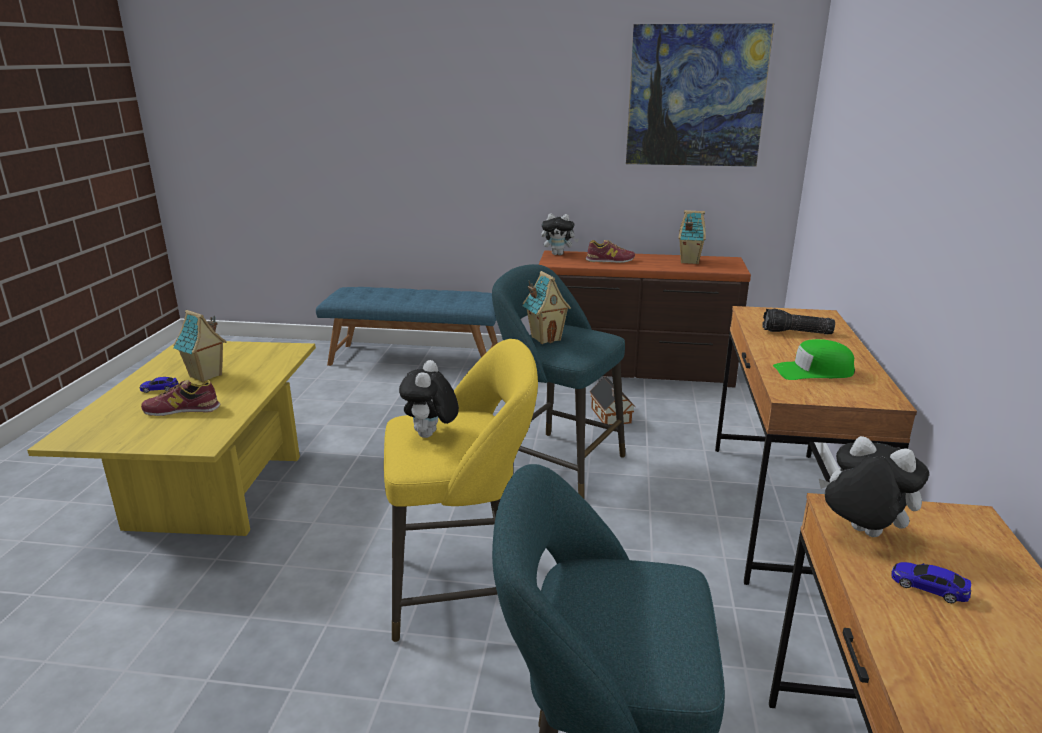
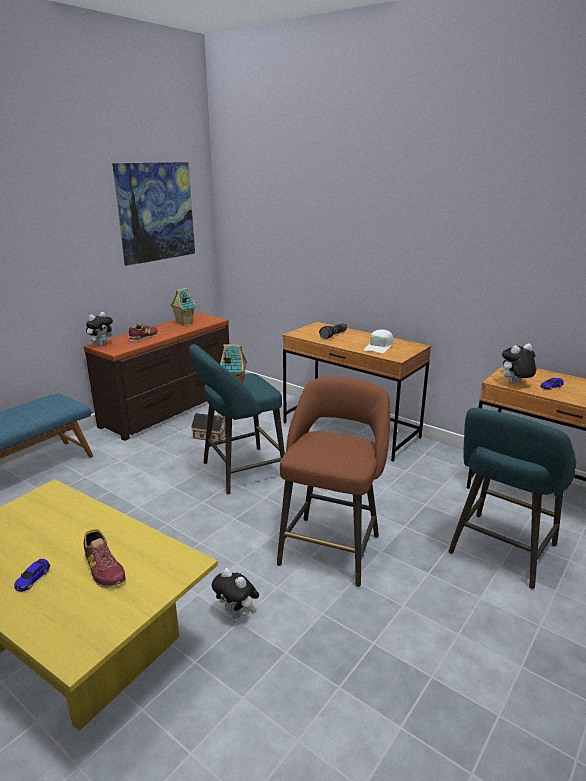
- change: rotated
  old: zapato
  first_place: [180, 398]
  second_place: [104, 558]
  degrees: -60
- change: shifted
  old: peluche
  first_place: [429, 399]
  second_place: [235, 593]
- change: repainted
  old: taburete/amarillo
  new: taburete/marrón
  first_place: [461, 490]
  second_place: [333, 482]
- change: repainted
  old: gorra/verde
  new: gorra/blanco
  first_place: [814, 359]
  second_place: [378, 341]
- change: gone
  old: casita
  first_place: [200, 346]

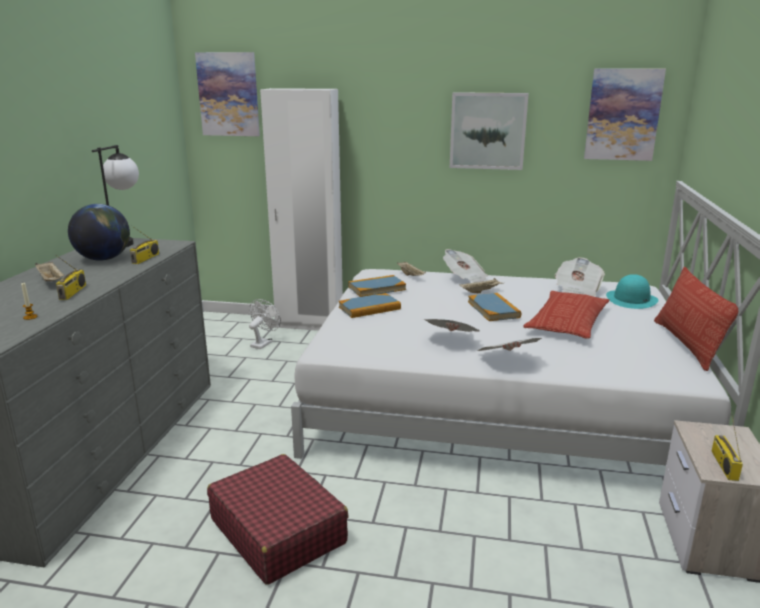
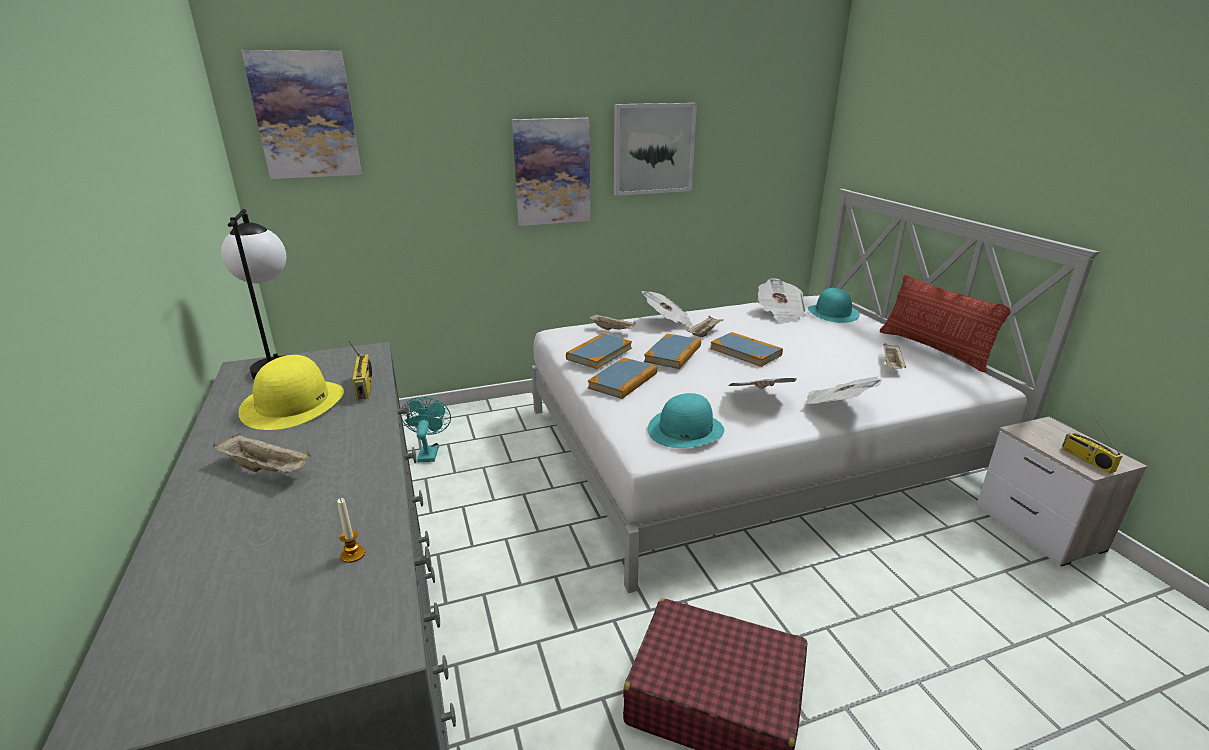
- change: swapped
  old: globo terráqueo
  new: sombrero/amarillo
  first_place: [99, 232]
  second_place: [291, 392]
- change: repainted
  old: ventilador/blanco
  new: ventilador/turquesa
  first_place: [265, 324]
  second_place: [426, 429]
- change: shifted
  old: cuadro
  first_place: [625, 114]
  second_place: [551, 172]
- change: new
  new: libro
  second_place: [672, 351]
- change: new
  new: sombrero/turquesa
  second_place: [686, 420]
- change: new
  new: bandeja/beis
  second_place: [894, 356]
- change: gone
  old: radio
  first_place: [70, 277]
- change: gone
  old: armario ropero/blanco
  first_place: [301, 209]
- change: gone
  old: cojín
  first_place: [567, 315]

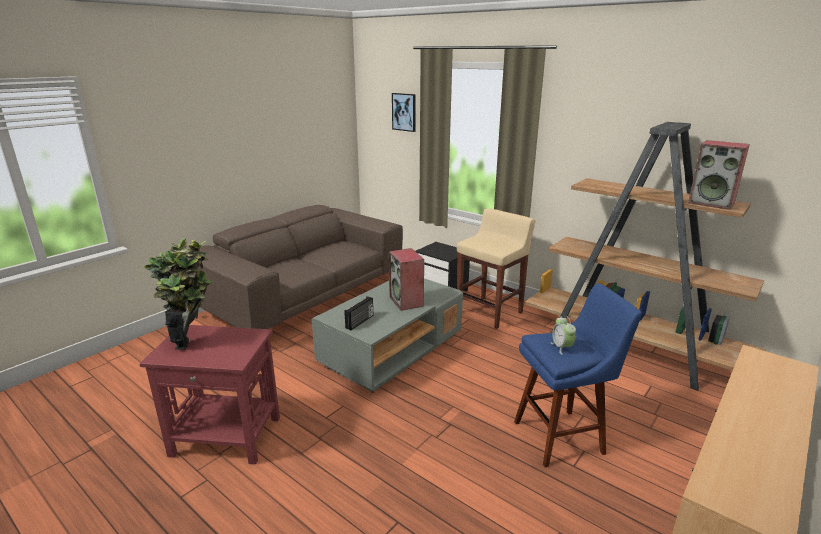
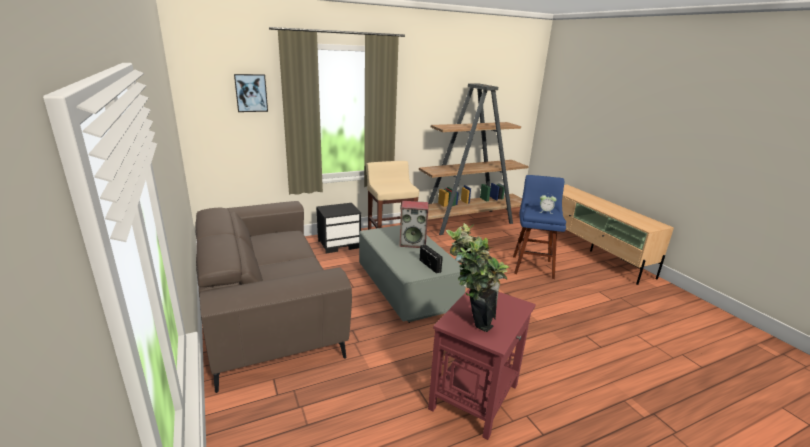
- change: gone
  old: altavoz
  first_place: [719, 175]

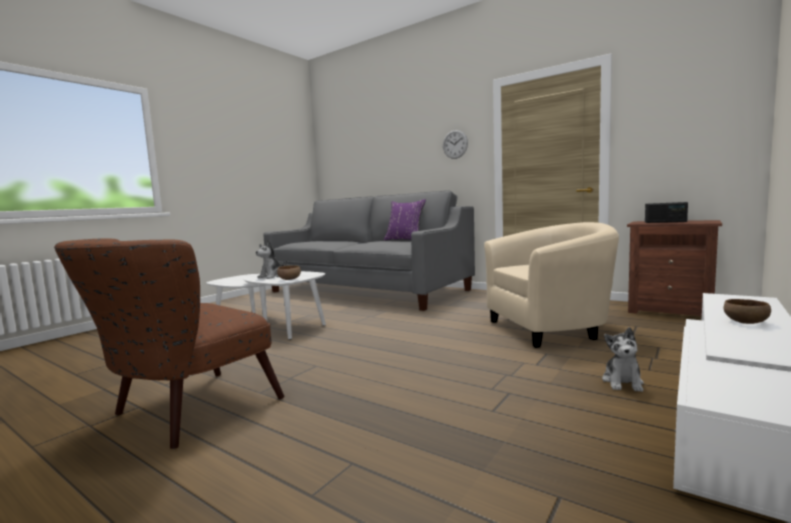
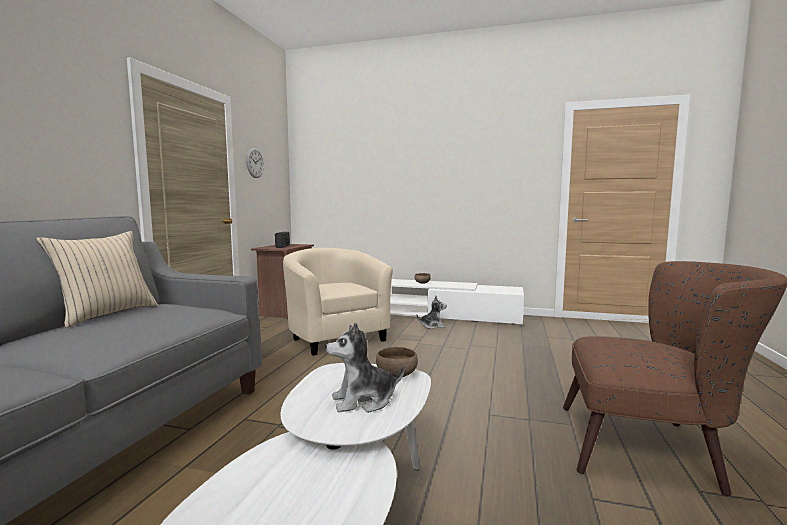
- change: repainted
  old: cojín/morado
  new: cojín/beis
  first_place: [405, 220]
  second_place: [97, 279]
- change: shifted
  old: reloj de pared
  first_place: [455, 144]
  second_place: [255, 163]
- change: rotated
  old: peluche
  first_place: [271, 259]
  second_place: [365, 367]
  degrees: 150

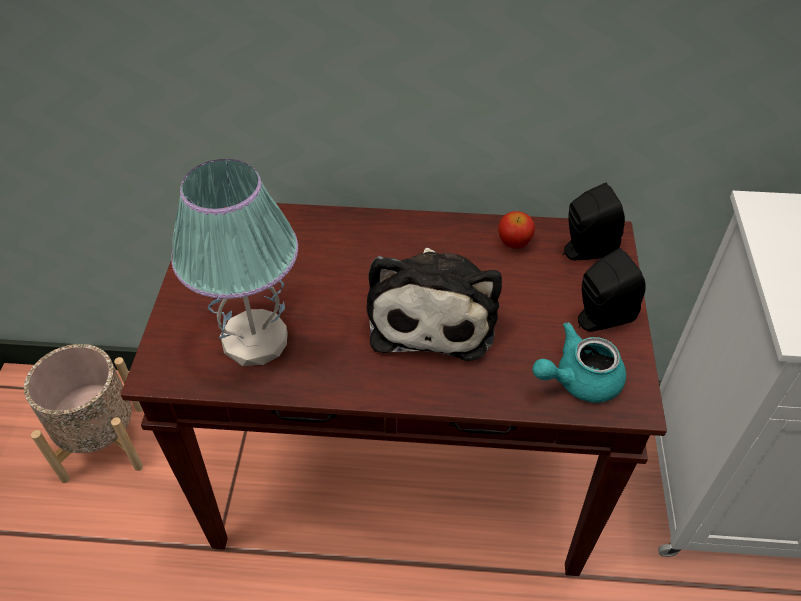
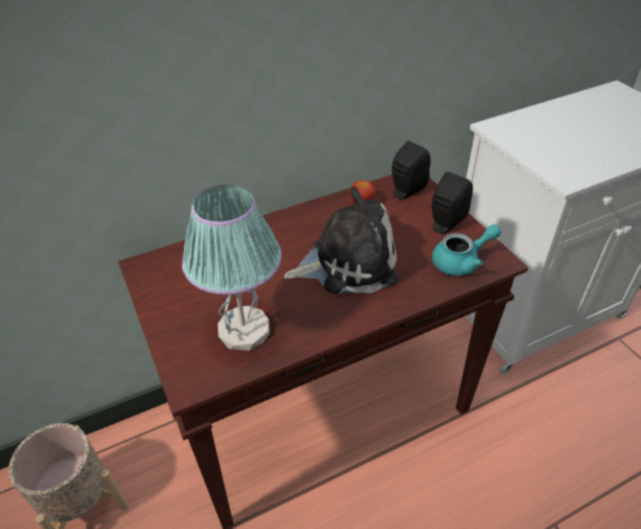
- change: rotated
  old: peluche
  first_place: [434, 304]
  second_place: [341, 240]
  degrees: -75
- change: rotated
  old: tetera/turquesa
  first_place: [579, 362]
  second_place: [466, 250]
  degrees: -150

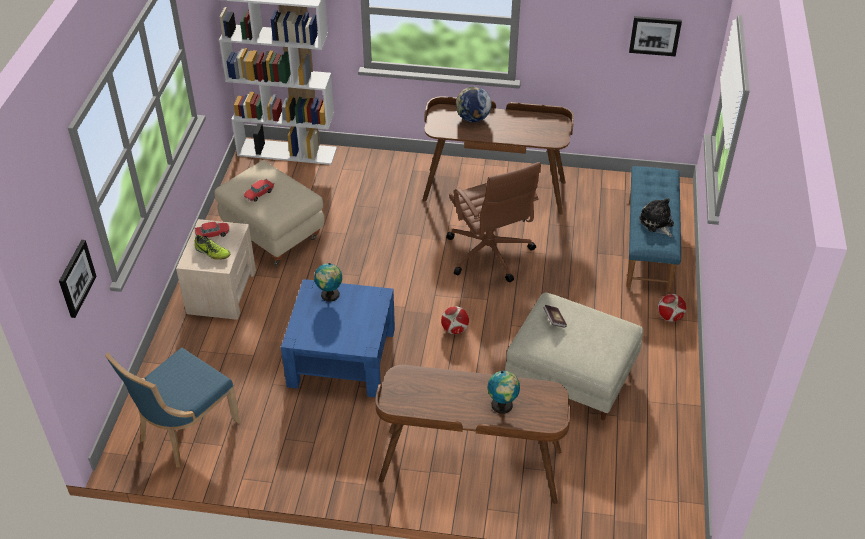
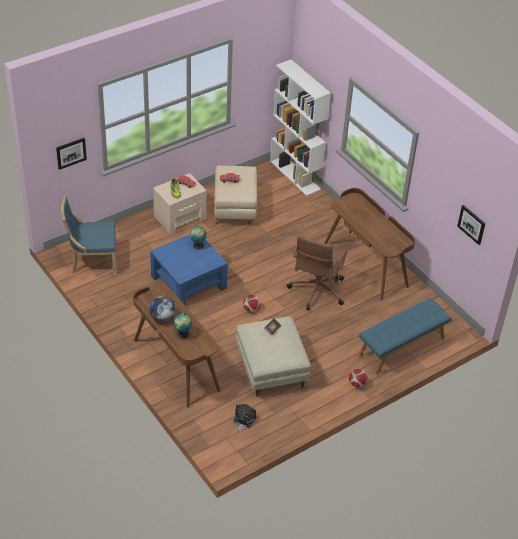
- change: shifted
  old: globo terráqueo
  first_place: [474, 104]
  second_place: [162, 309]
- change: shifted
  old: peluche
  first_place: [656, 217]
  second_place: [245, 418]

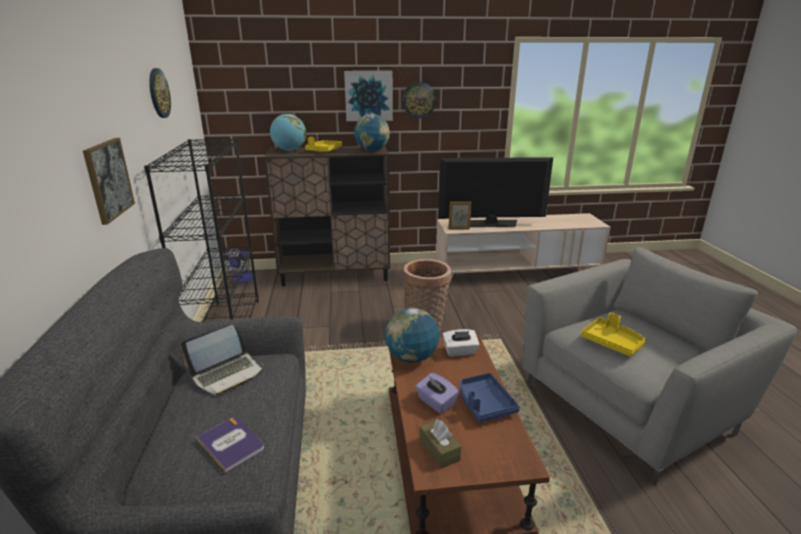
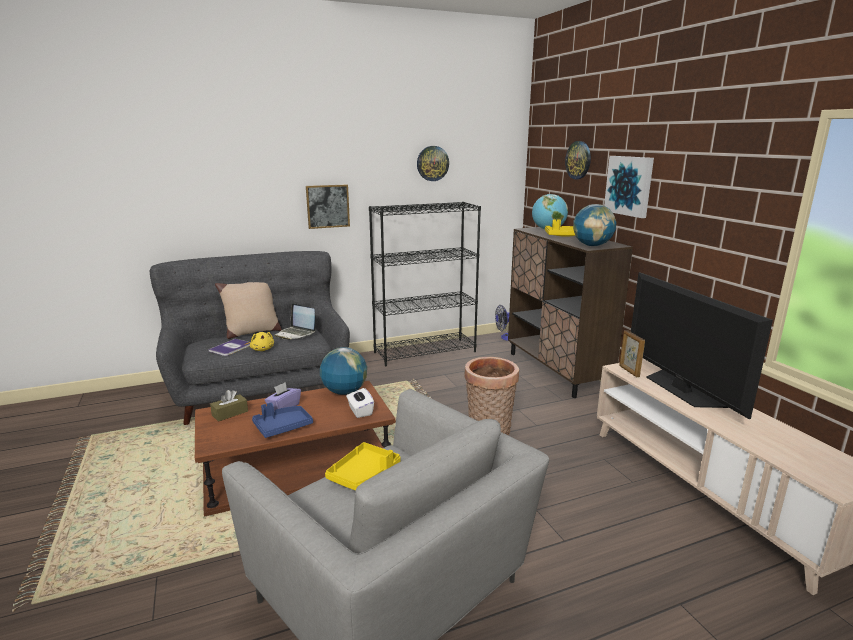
- change: new
  new: cojín/beis
  second_place: [248, 310]
- change: new
  new: peluche/amarillo
  second_place: [262, 341]
- change: shifted
  old: reloj de pared
  first_place: [419, 100]
  second_place: [578, 160]

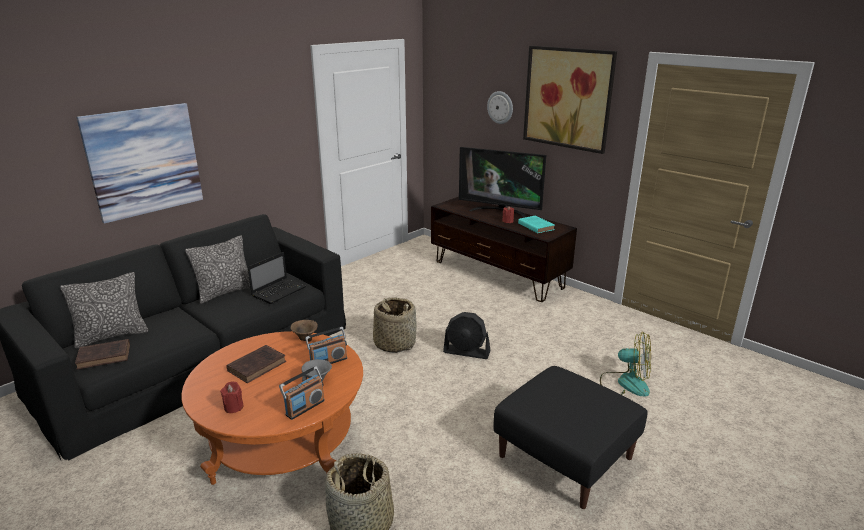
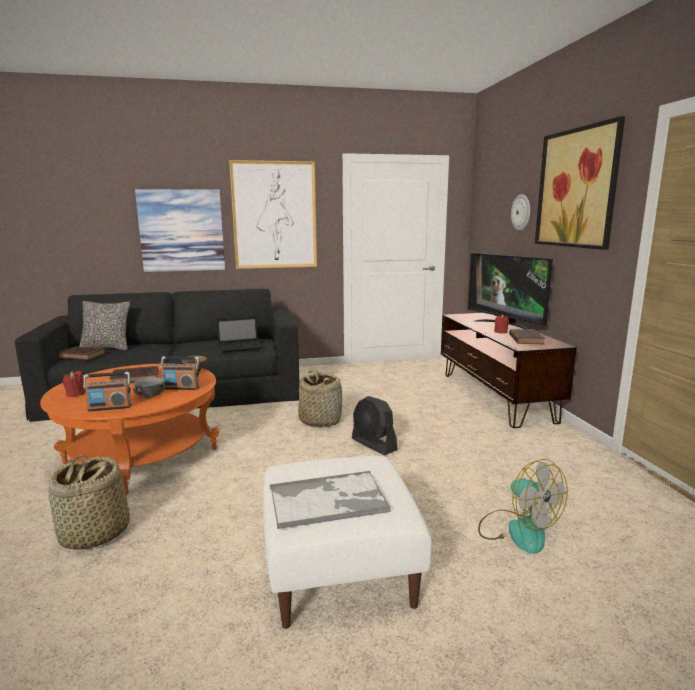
- change: new
  new: cuadro
  second_place: [273, 214]
- change: repainted
  old: puf/negro
  new: puf/blanco
  first_place: [570, 437]
  second_place: [347, 542]
- change: new
  new: bandeja
  second_place: [330, 500]
- change: repainted
  old: libro/turquesa
  new: libro/marrón
  first_place: [536, 224]
  second_place: [527, 336]
- change: gone
  old: cojín
  first_place: [218, 269]

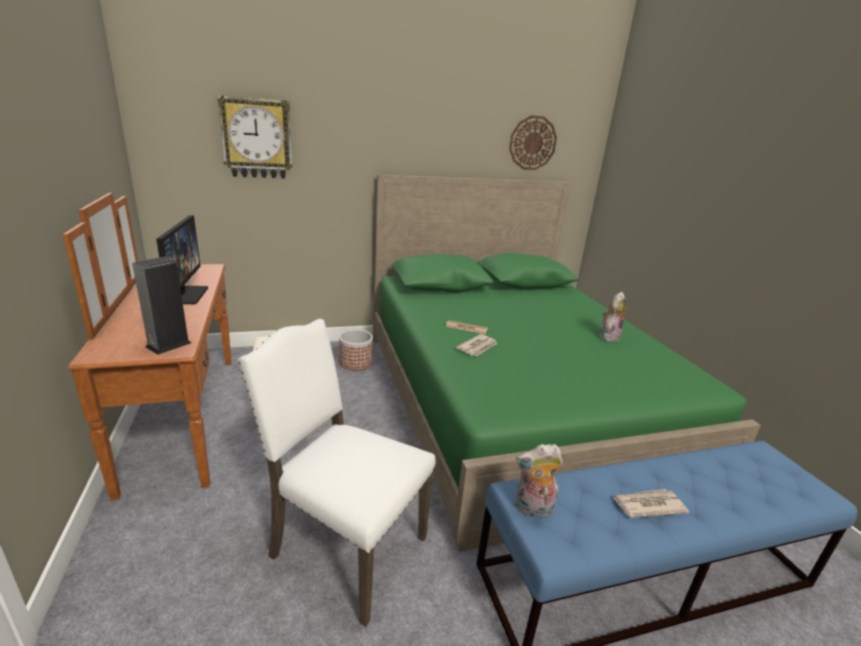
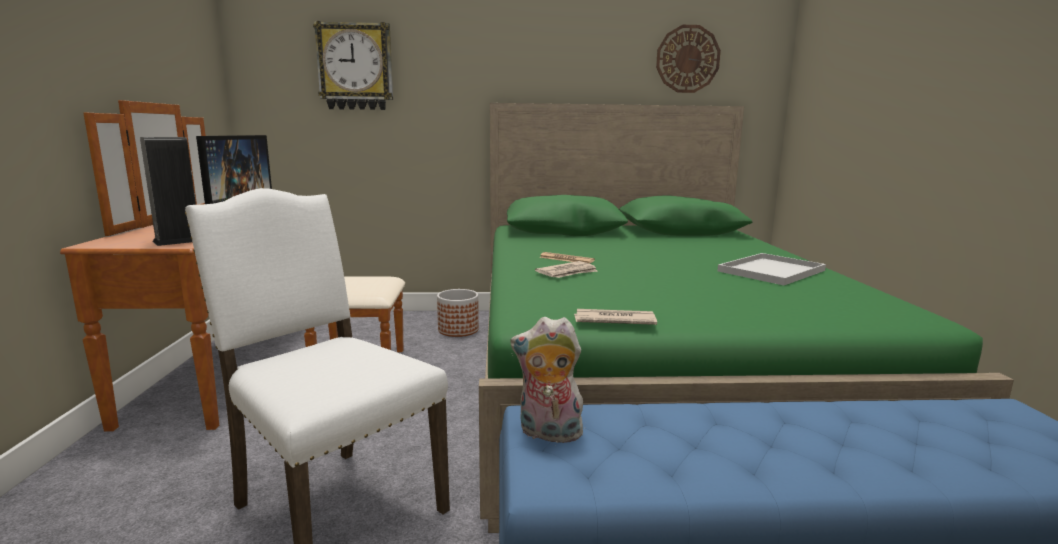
- change: shifted
  old: periódico
  first_place: [651, 503]
  second_place: [615, 317]
- change: swapped
  old: peluche
  new: bandeja/blanco
  first_place: [614, 317]
  second_place: [771, 269]

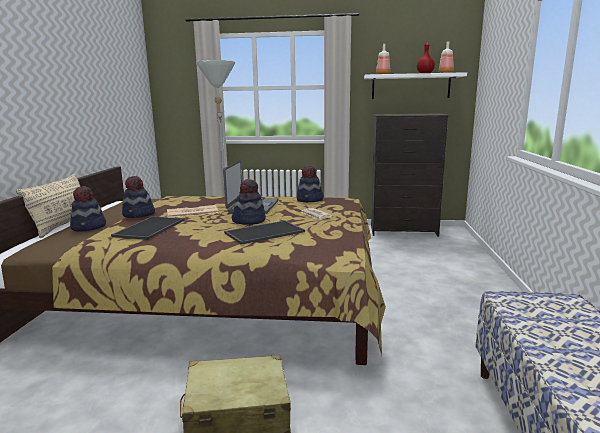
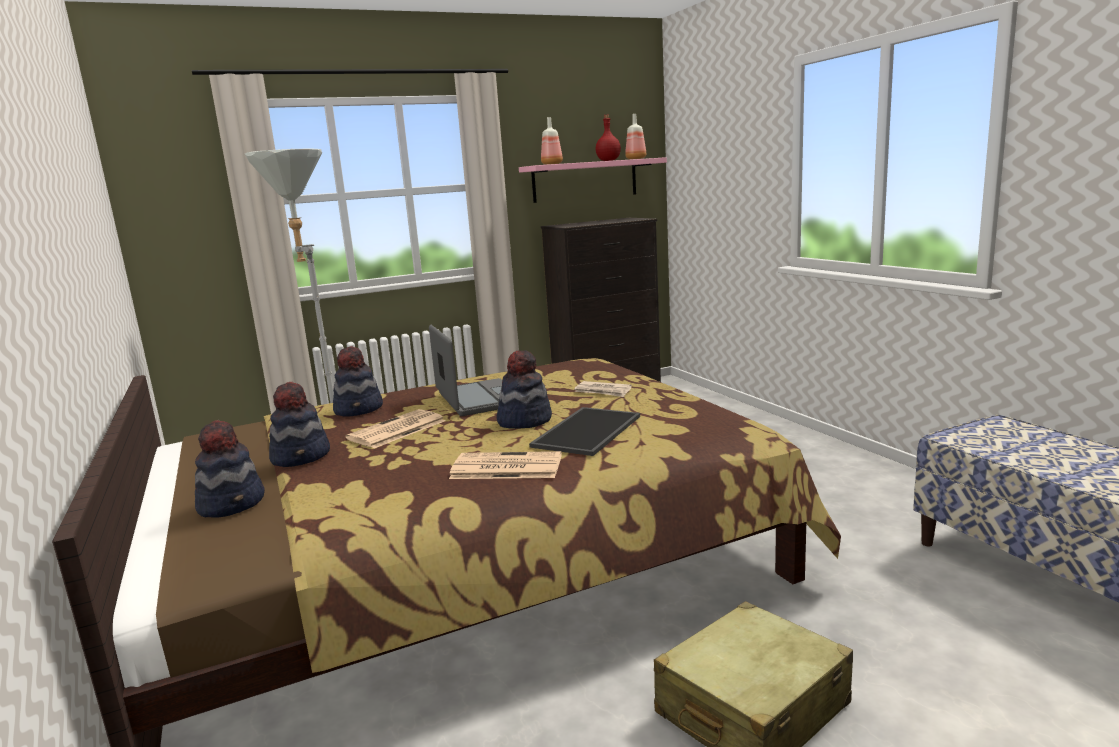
- change: shifted
  old: sombrero
  first_place: [310, 183]
  second_place: [358, 381]
- change: new
  new: periódico
  second_place: [505, 465]
- change: repainted
  old: estante/blanco
  new: estante/rosa
  first_place: [415, 85]
  second_place: [593, 180]
- change: gone
  old: cojín/beis
  first_place: [48, 205]
- change: gone
  old: bandeja
  first_place: [147, 228]

